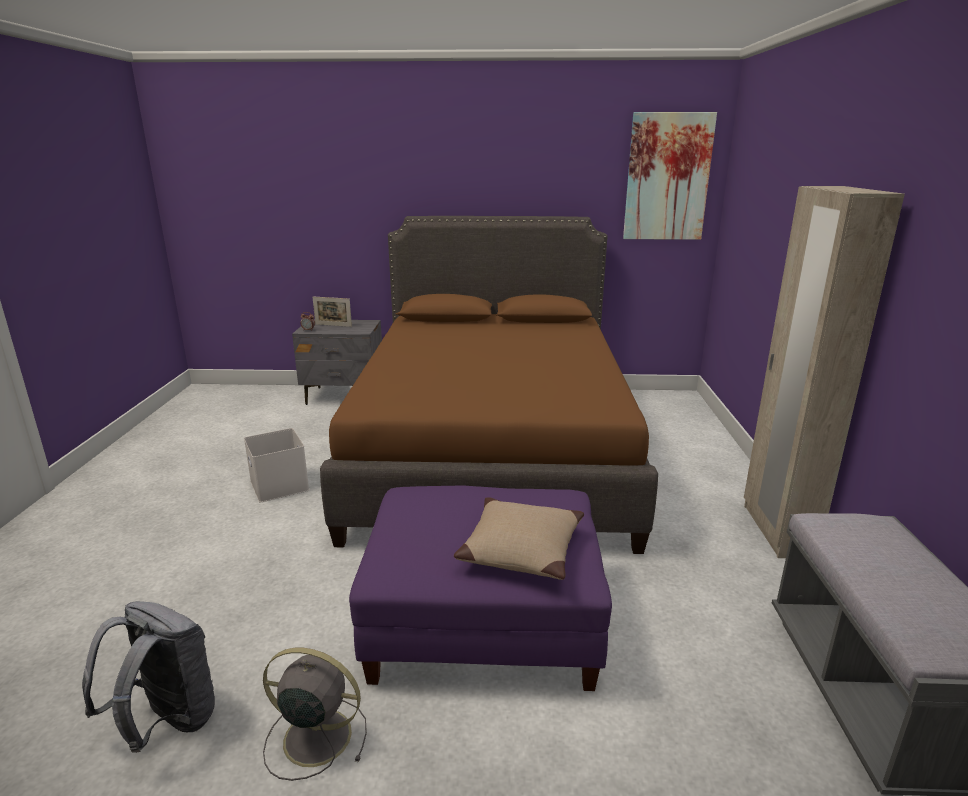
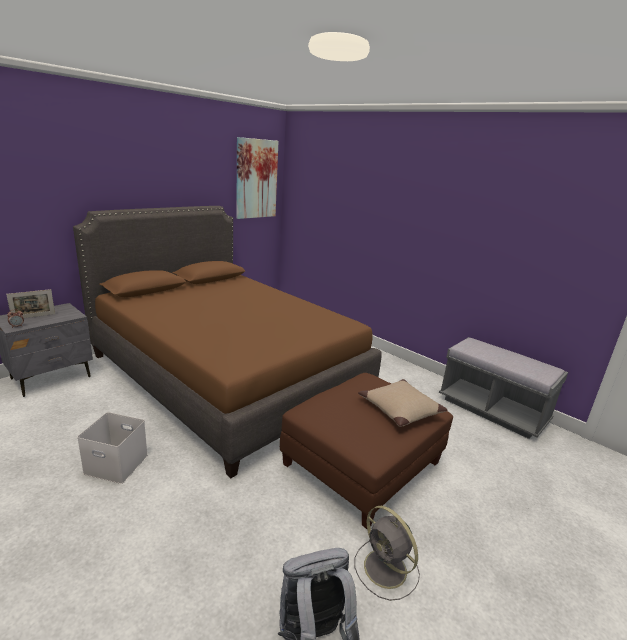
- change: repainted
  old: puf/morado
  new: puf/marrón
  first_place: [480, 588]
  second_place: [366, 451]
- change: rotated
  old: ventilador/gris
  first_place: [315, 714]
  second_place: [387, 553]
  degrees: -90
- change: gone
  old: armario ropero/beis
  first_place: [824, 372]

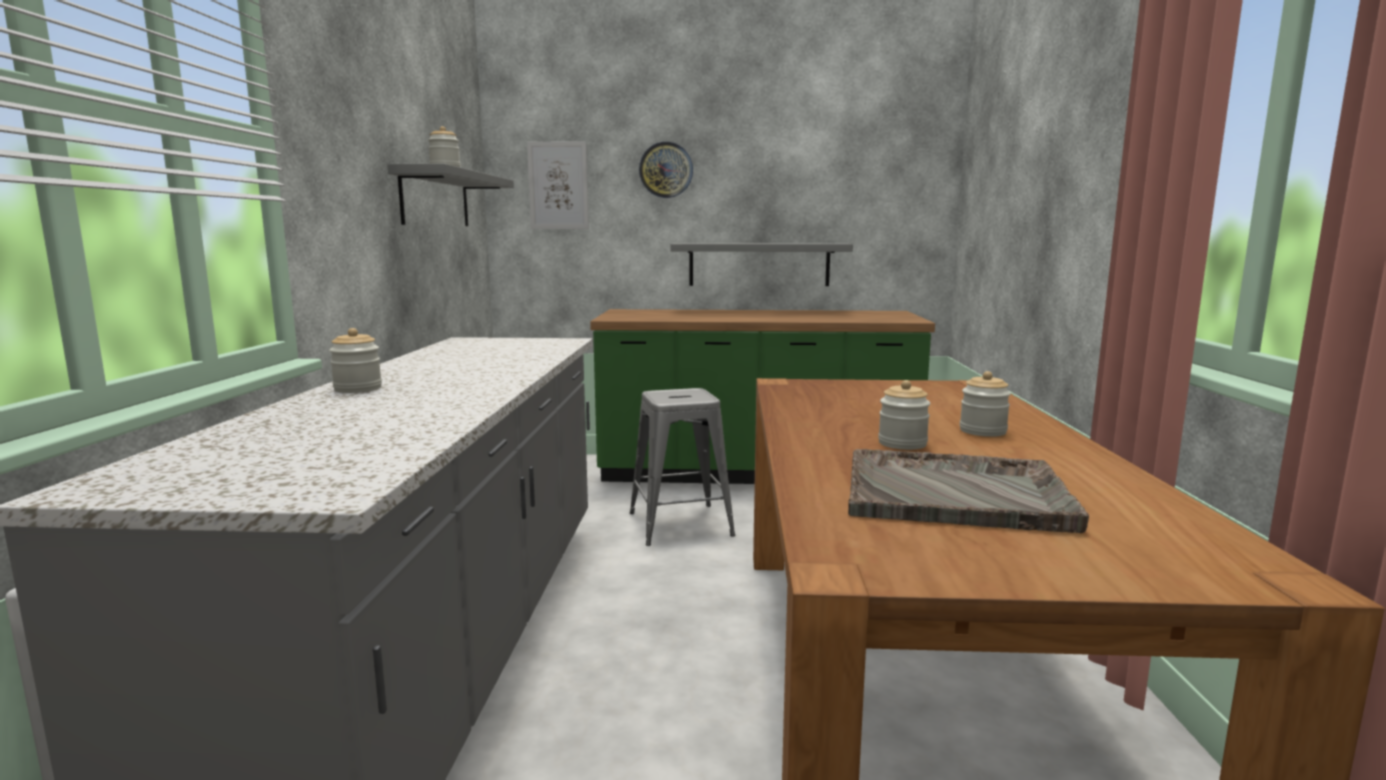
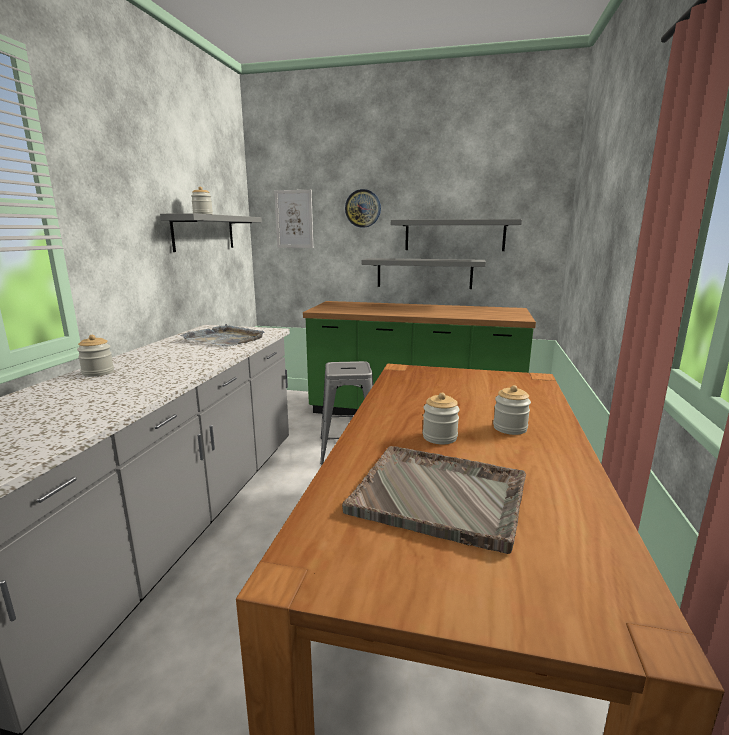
- change: new
  new: bandeja/gris
  second_place: [222, 335]
- change: new
  new: estante/gris
  second_place: [456, 235]

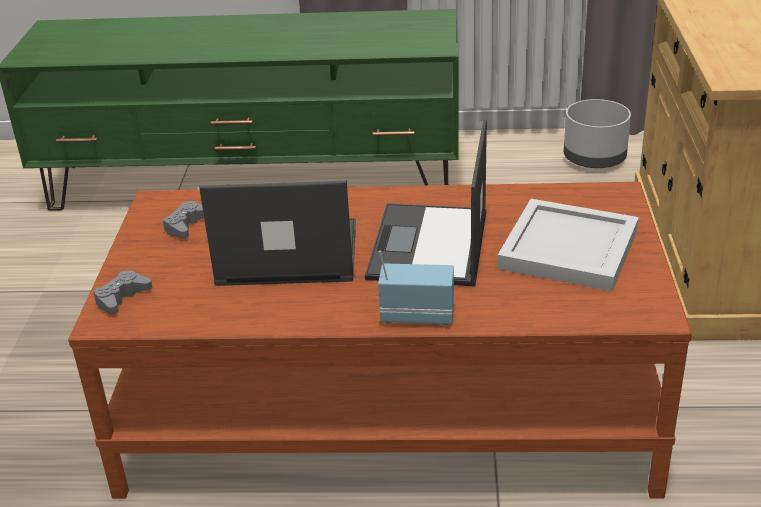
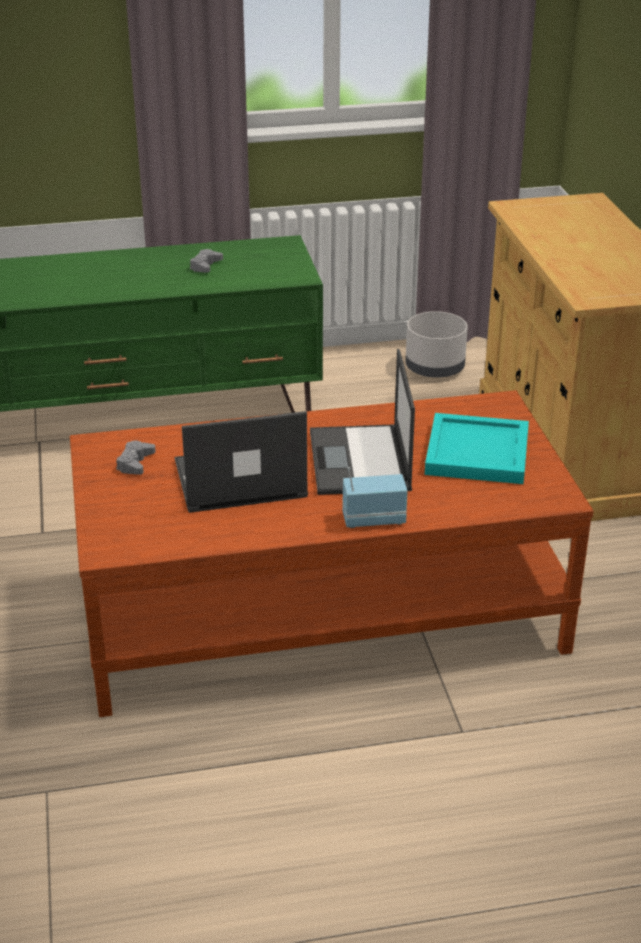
- change: shifted
  old: mando de consola/gris
  first_place: [122, 292]
  second_place: [206, 261]
- change: repainted
  old: bandeja/blanco
  new: bandeja/turquesa
  first_place: [568, 245]
  second_place: [477, 448]

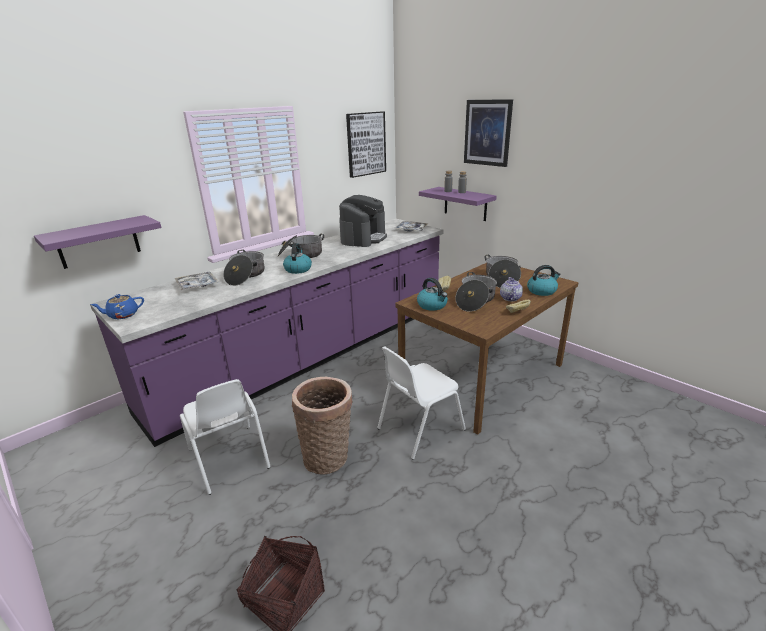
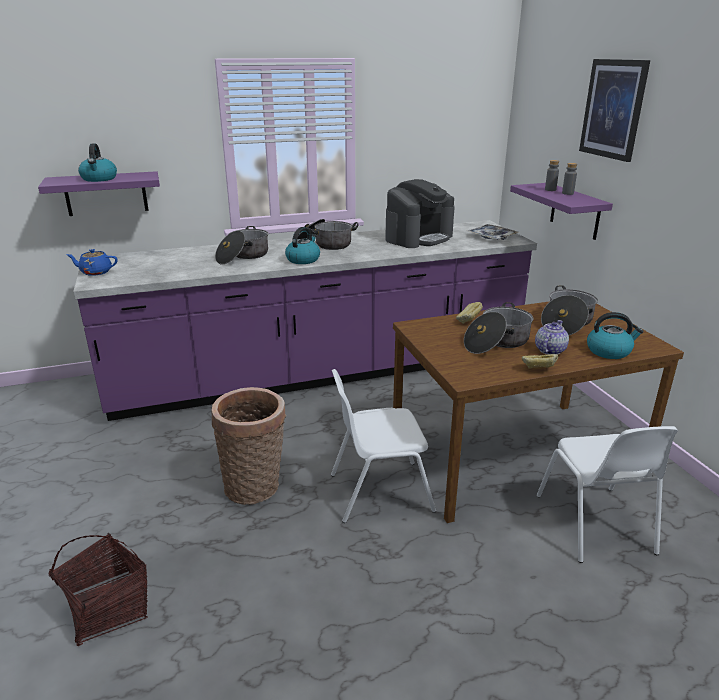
- change: shifted
  old: hervidor
  first_place: [432, 294]
  second_place: [97, 162]
- change: shifted
  old: silla/blanco
  first_place: [225, 437]
  second_place: [607, 494]
- change: gone
  old: bandeja
  first_place: [197, 281]
- change: gone
  old: cuadro
  first_place: [366, 144]

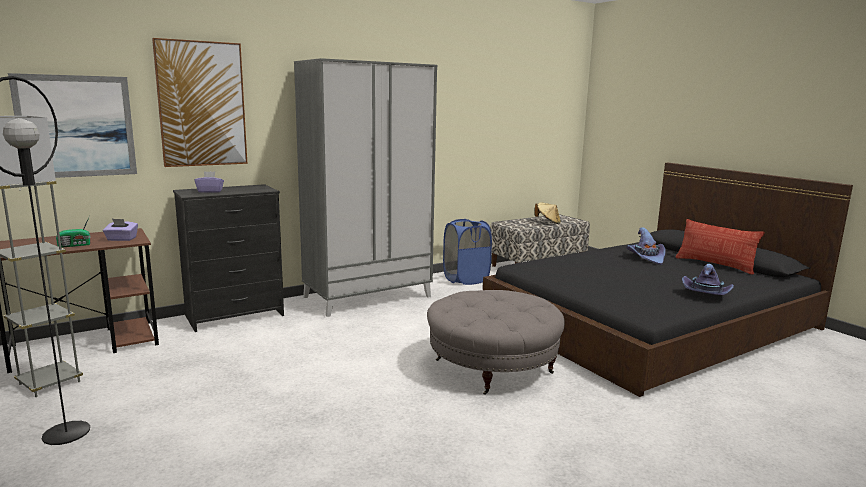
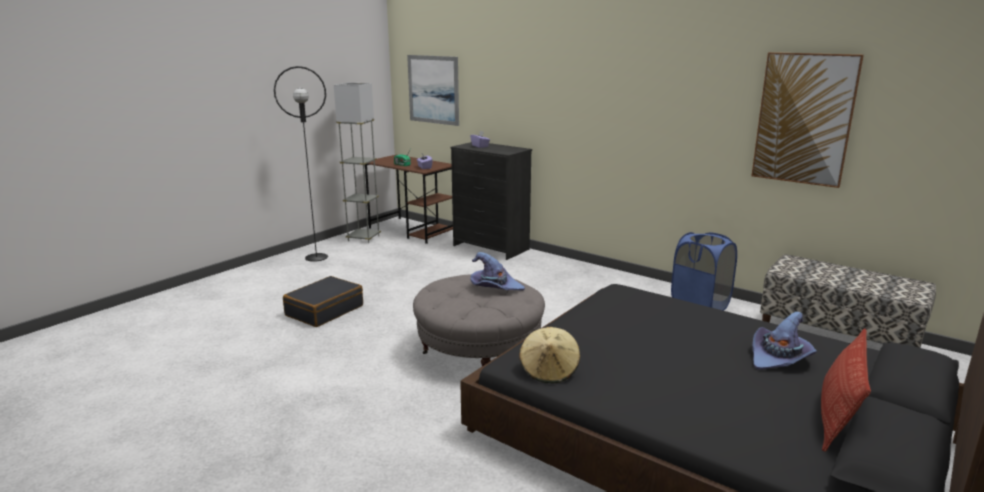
- change: new
  new: maleta/negro
  second_place: [323, 301]
- change: shifted
  old: sombrero/morado
  first_place: [708, 279]
  second_place: [497, 271]
- change: shifted
  old: sombrero/beis
  first_place: [548, 213]
  second_place: [549, 355]
- change: shifted
  old: cuadro
  first_place: [199, 102]
  second_place: [807, 120]
- change: gone
  old: armario ropero/gris
  first_place: [366, 187]

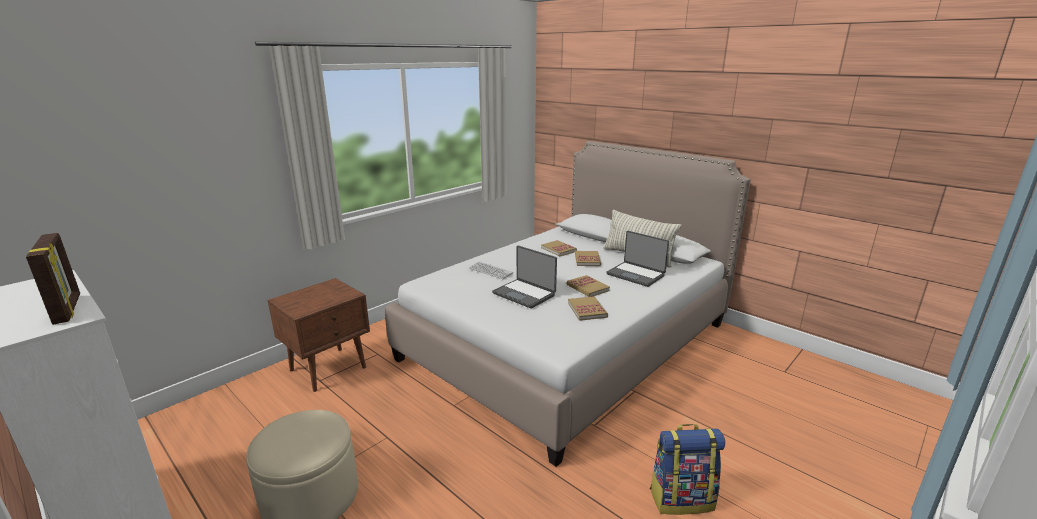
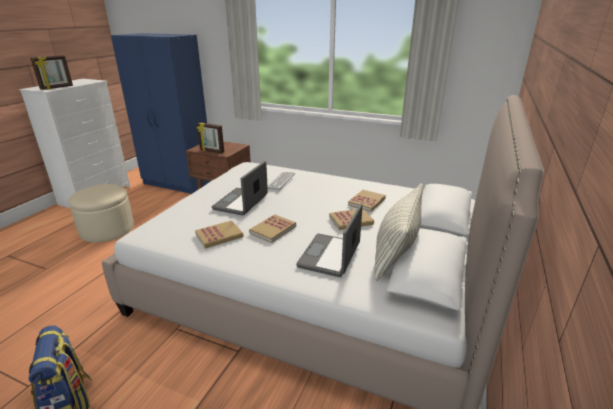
- change: new
  new: armario ropero/azul
  second_place: [161, 113]
- change: new
  new: portarretratos
  second_place: [210, 137]

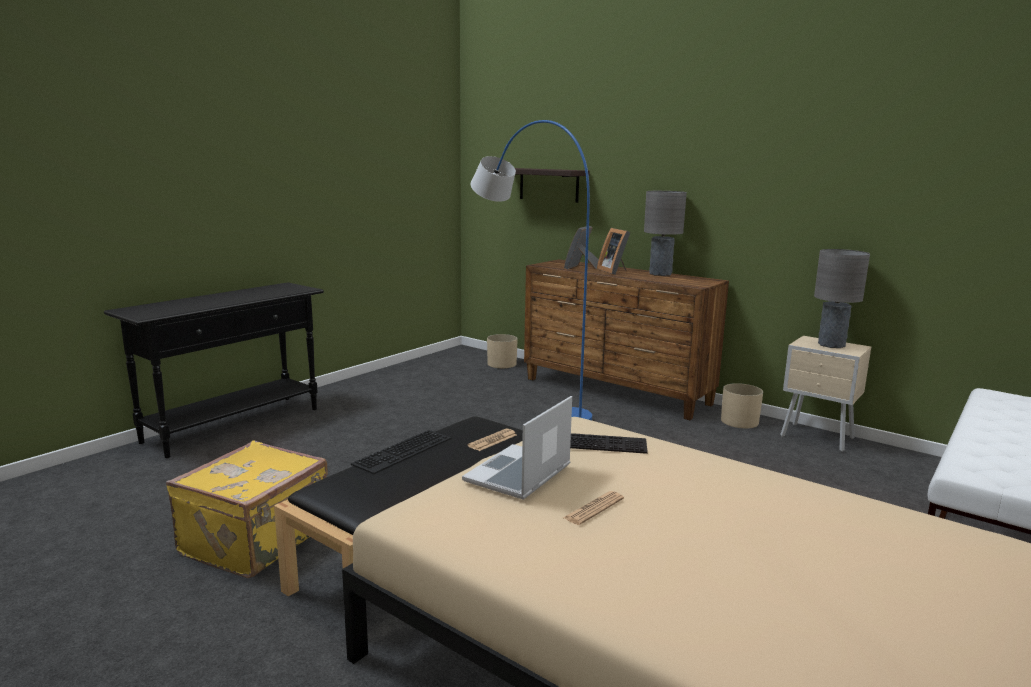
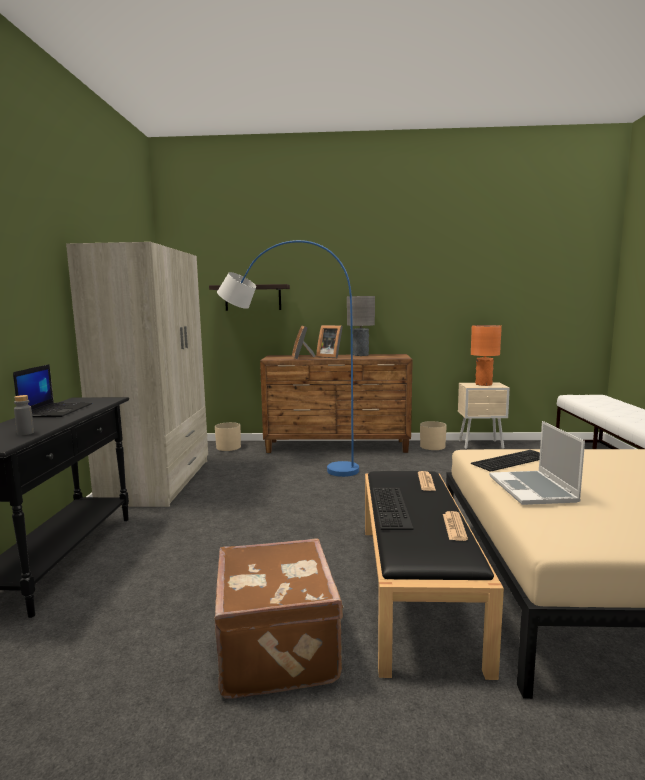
- change: new
  new: portátil
  second_place: [52, 390]
- change: new
  new: botella/gris
  second_place: [24, 415]
- change: new
  new: armario ropero/beis
  second_place: [137, 374]
- change: repainted
  old: maleta/amarillo
  new: maleta/marrón
  first_place: [247, 509]
  second_place: [279, 618]
- change: shifted
  old: periódico
  first_place: [593, 508]
  second_place: [455, 526]
- change: repainted
  old: lámpara de mesa/gris
  new: lámpara de mesa/naranja
  first_place: [842, 298]
  second_place: [486, 355]

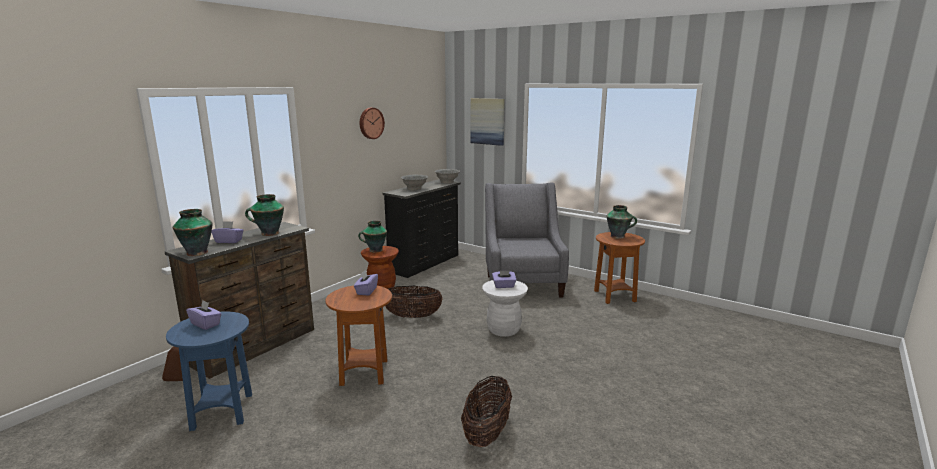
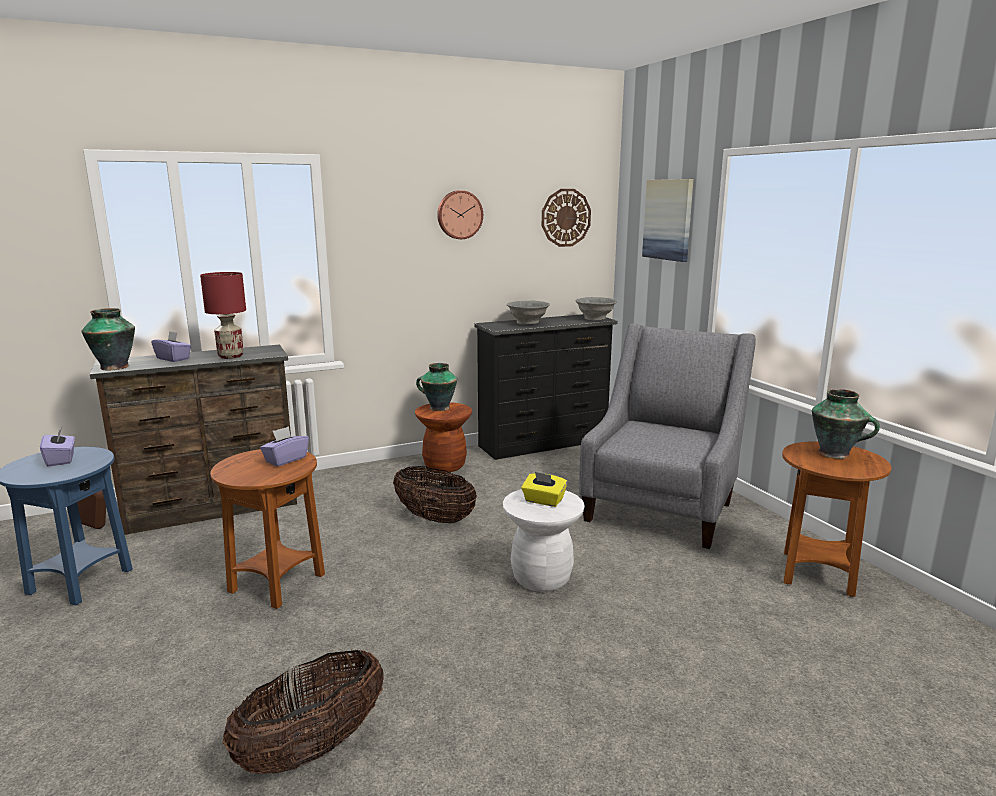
- change: swapped
  old: florero
  new: lámpara de mesa/rojo
  first_place: [264, 215]
  second_place: [223, 315]
- change: repainted
  old: caja de pañuelos/morado
  new: caja de pañuelos/amarillo
  first_place: [504, 279]
  second_place: [544, 489]
- change: new
  new: reloj de pared
  second_place: [566, 218]

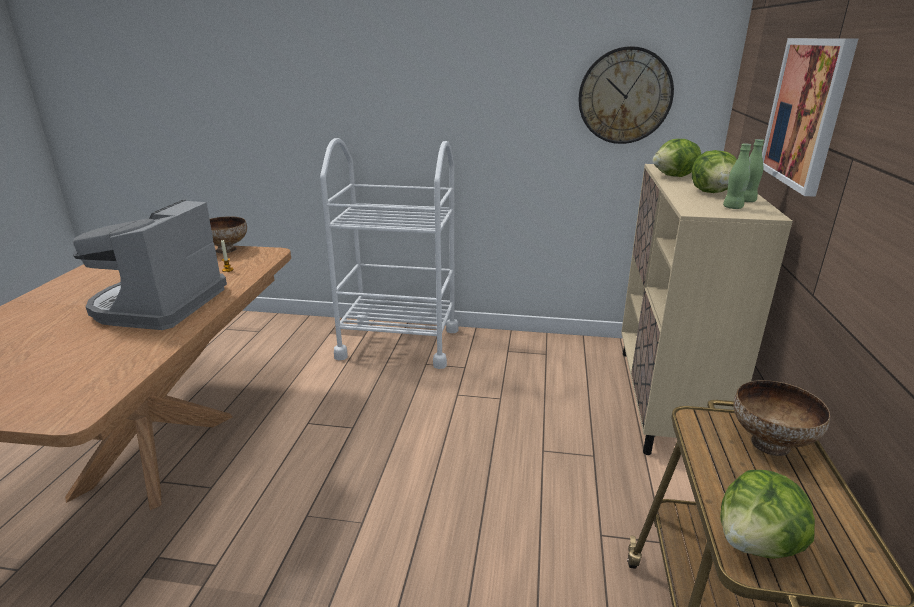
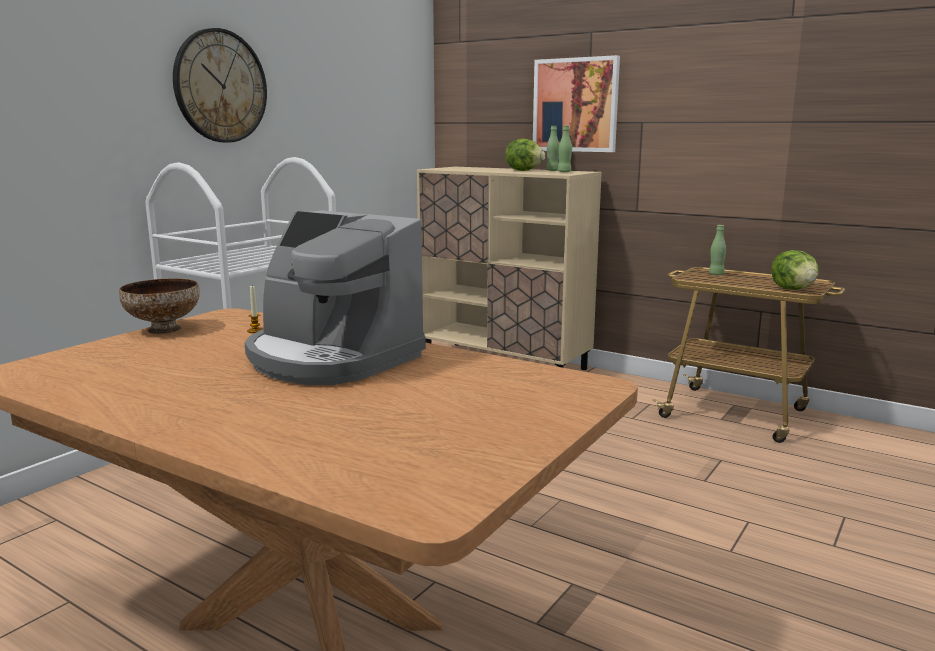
- change: shifted
  old: reloj de pared
  first_place: [626, 95]
  second_place: [220, 85]
- change: swapped
  old: cuenco
  new: botella/verde
  first_place: [781, 418]
  second_place: [717, 250]
- change: gone
  old: lechuga
  first_place: [677, 158]

